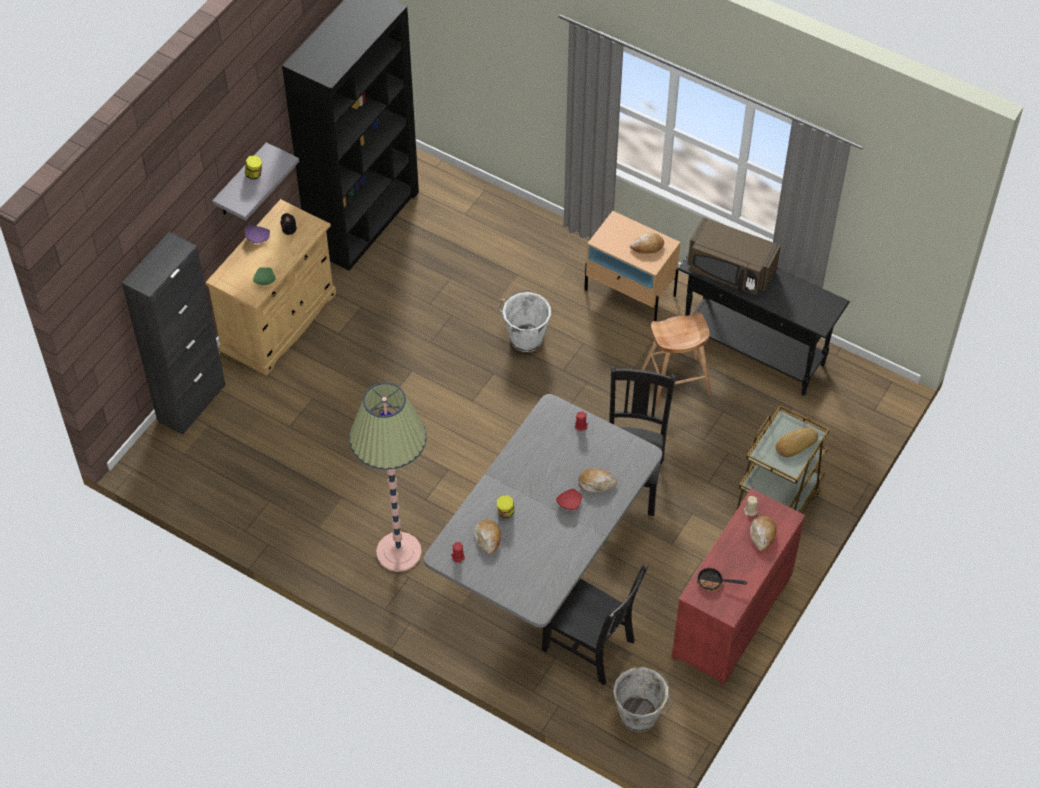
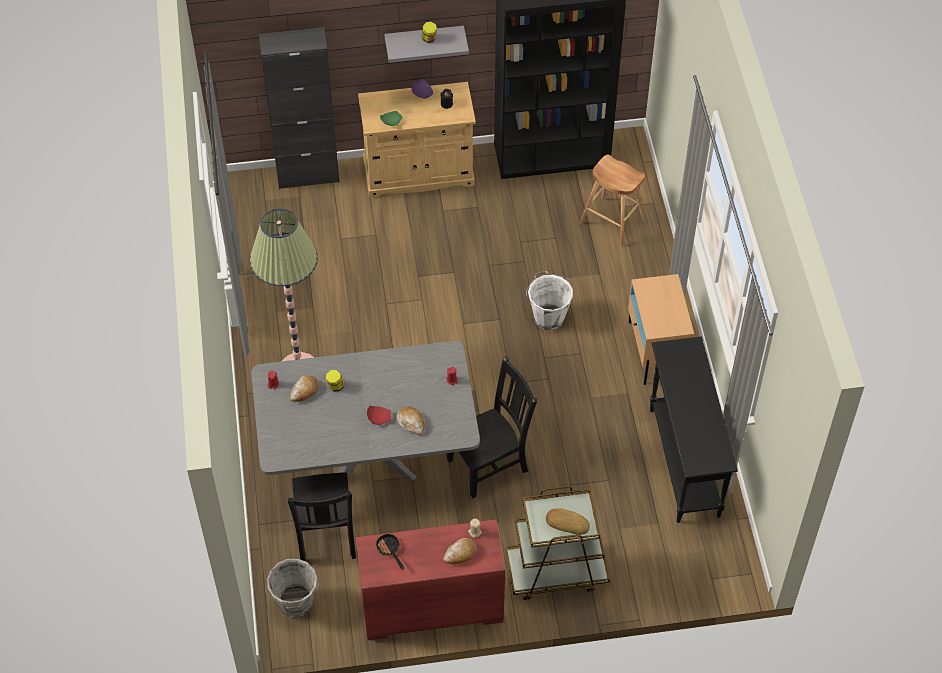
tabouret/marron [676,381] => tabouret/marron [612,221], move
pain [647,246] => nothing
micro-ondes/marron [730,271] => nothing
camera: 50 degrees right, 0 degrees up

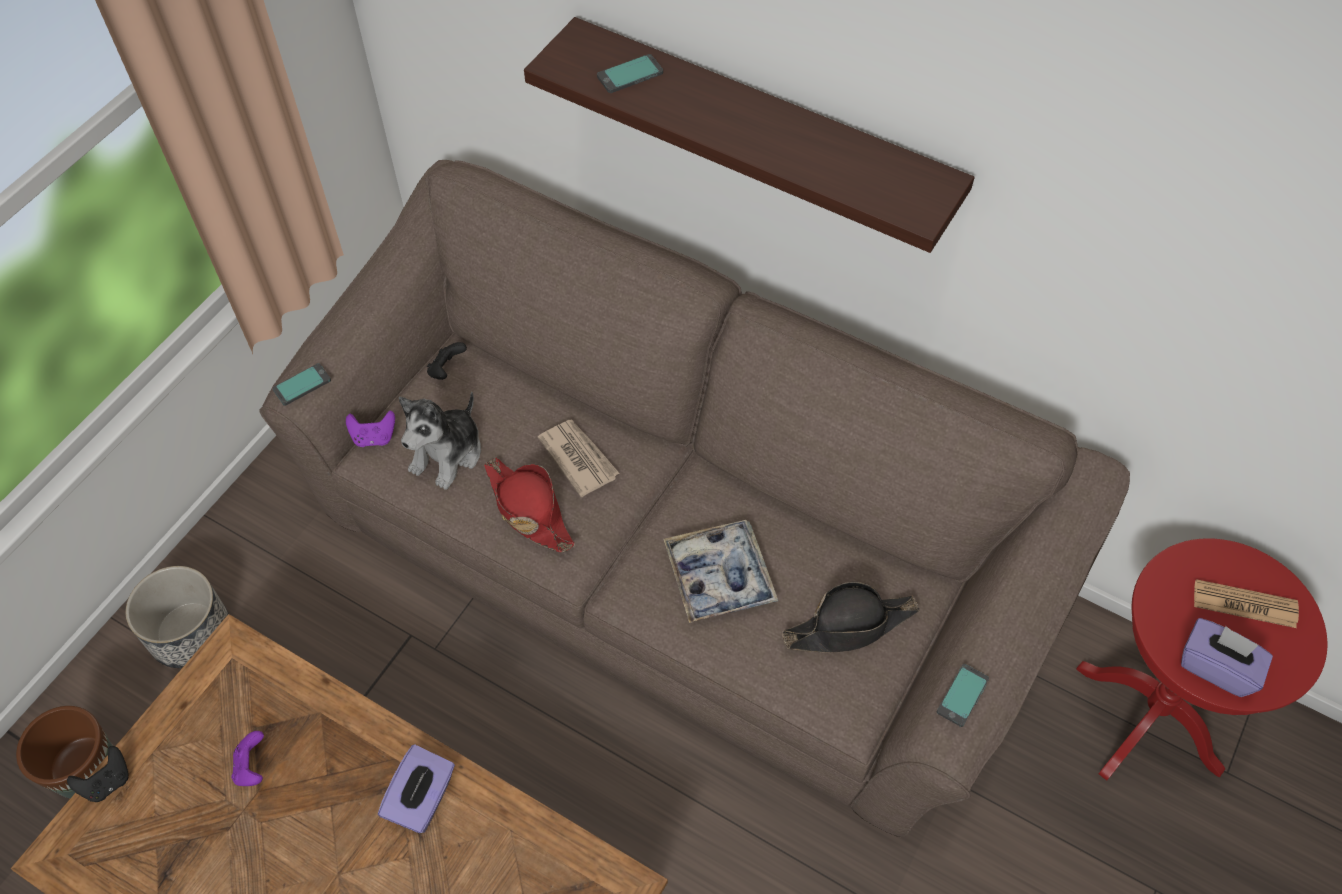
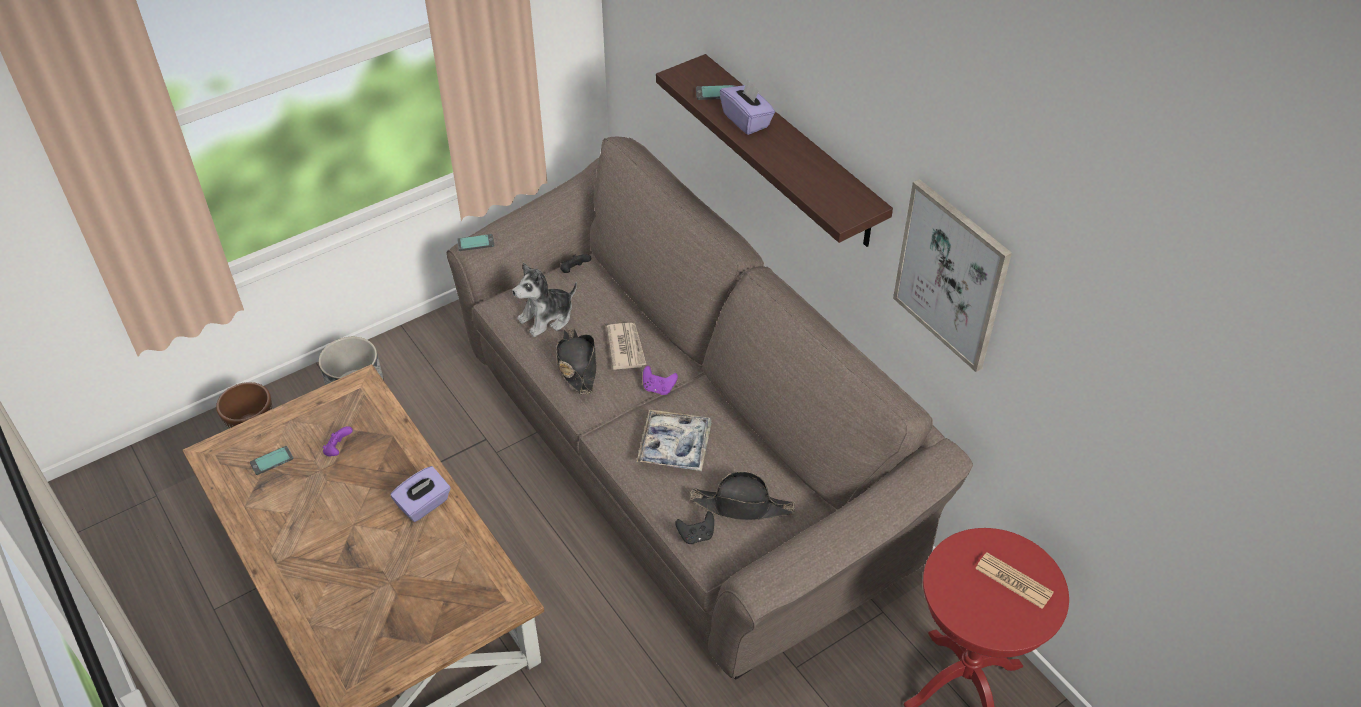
téléphone [962,696] => téléphone [272,461], move
chapeau/rouge [528,509] => chapeau/noir [577,365]
manette/violet [374,437] => manette/violet [658,388], move
manette/noir [107,782] => manette/noir [696,535], move
boîte à mouchoirs/violet [1216,667] => boîte à mouchoirs/violet [746,120], move
nothing => tableau [951,275]
camera: 25 degrees right, 10 degrees down

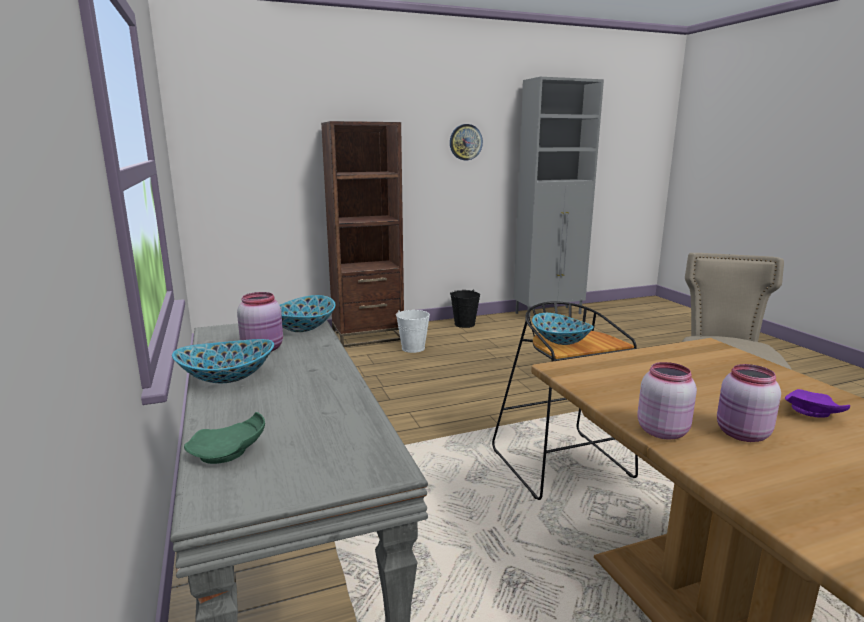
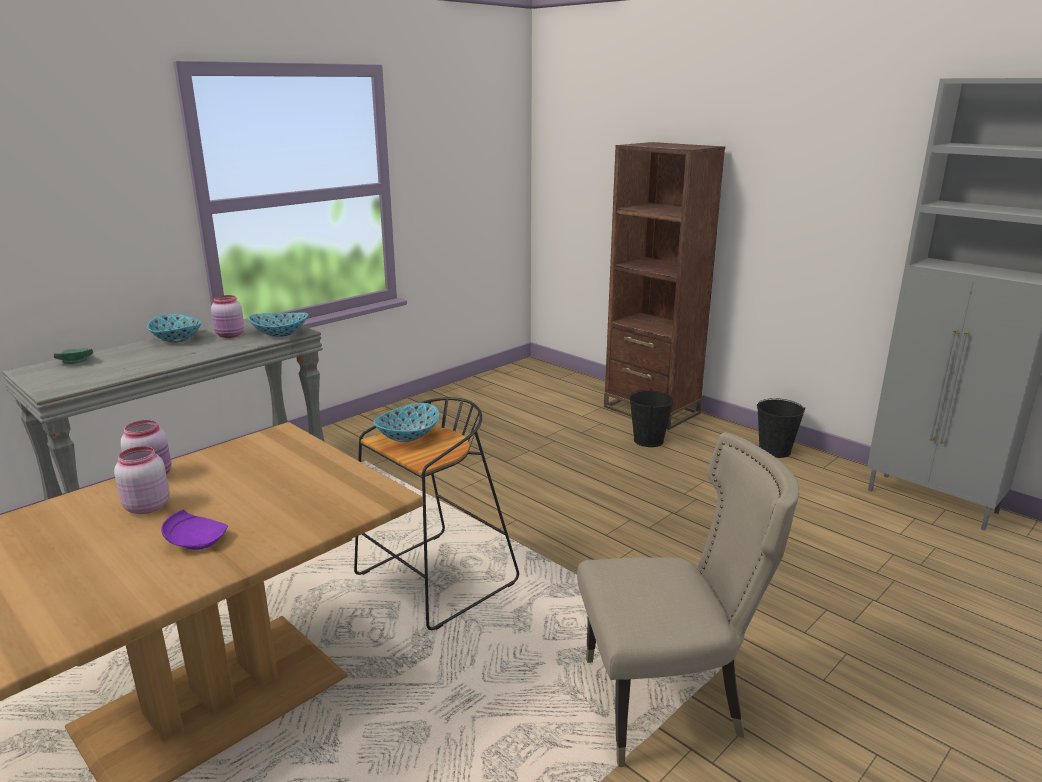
seau/blanc [413,348] => seau/noir [648,440]
horloge murale [465,142] => nothing
camera: 65 degrees right, 5 degrees up

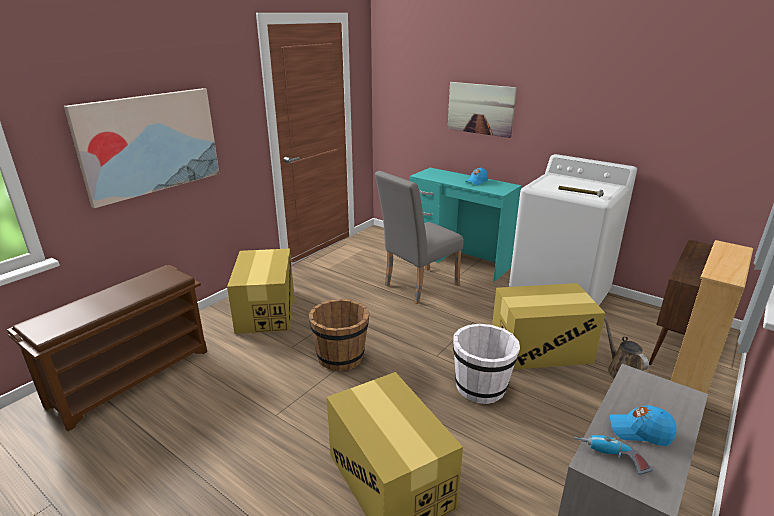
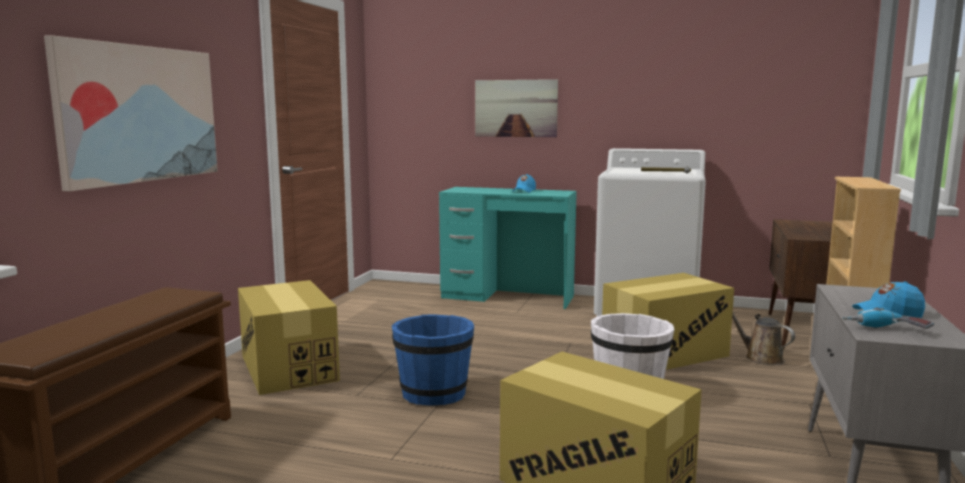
seau/marron [341,357] => seau/bleu [433,393]
chaise/gris [417,286] => nothing
camera: 20 degrees left, 15 degrees down

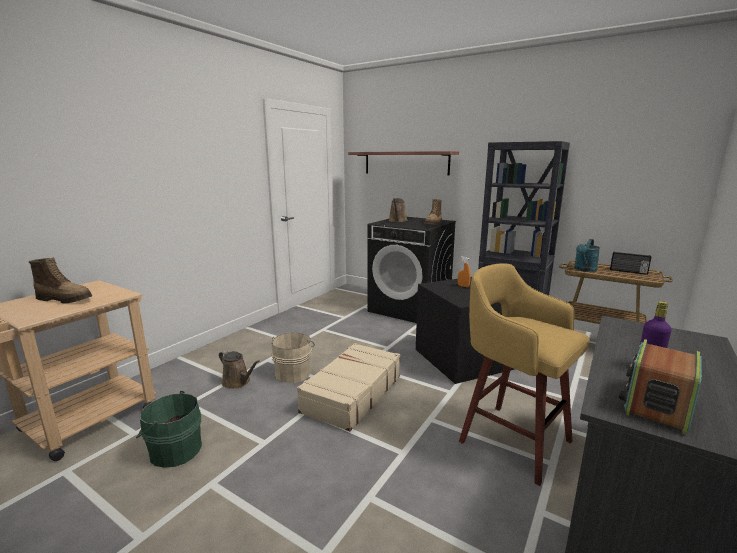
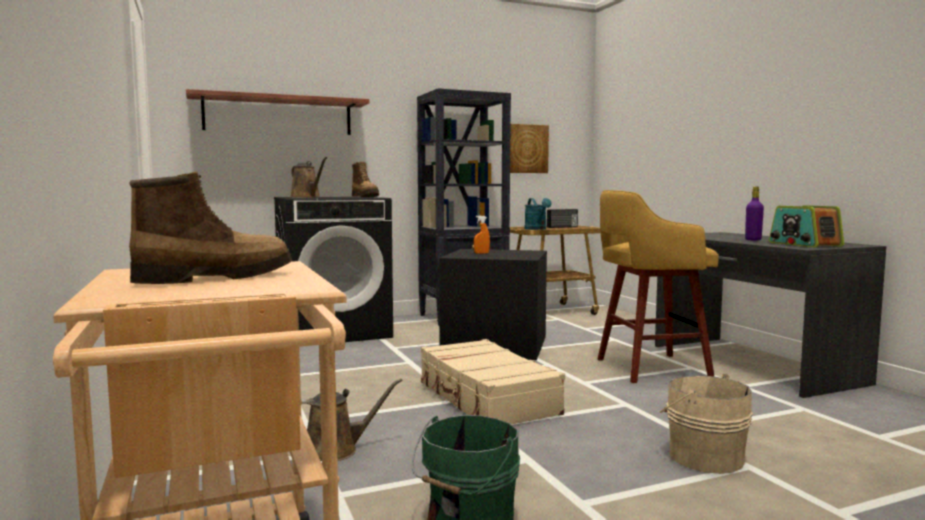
nothing => tableau [525,149]
seau/beige [294,372] => seau/beige [703,456], move
camera: 55 degrees left, 10 degrees down

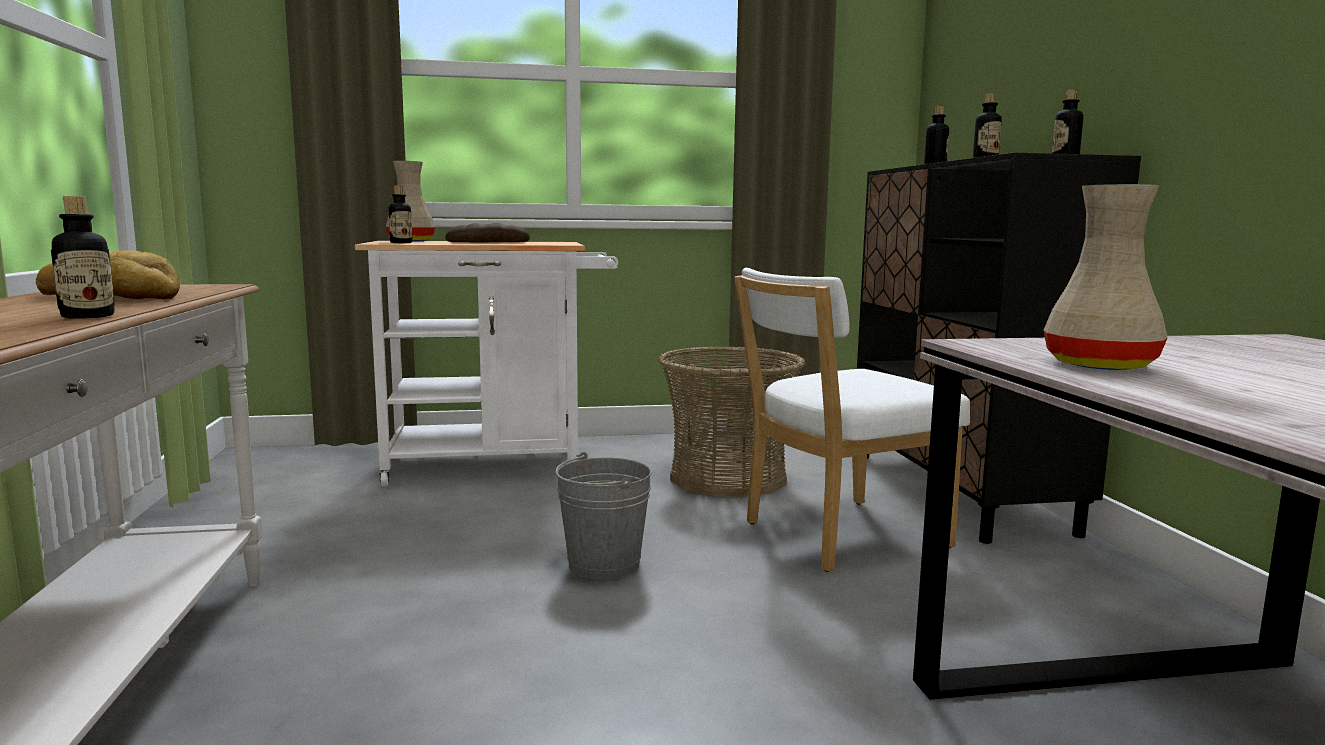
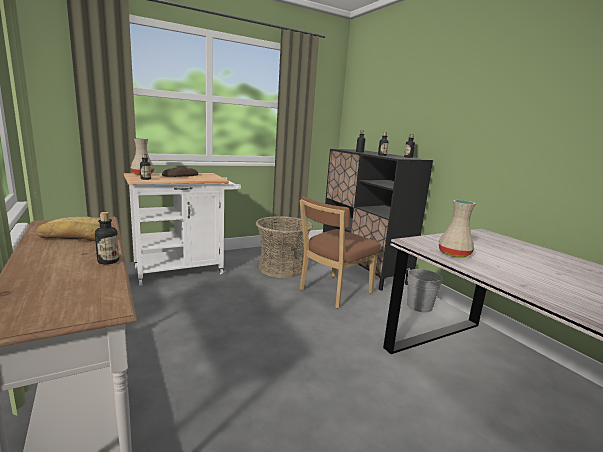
chaise/blanc [836,536] => chaise/marron [333,292]
seau/gris [604,564] => seau/gris [419,306], move
camera: 20 degrees left, 5 degrees up

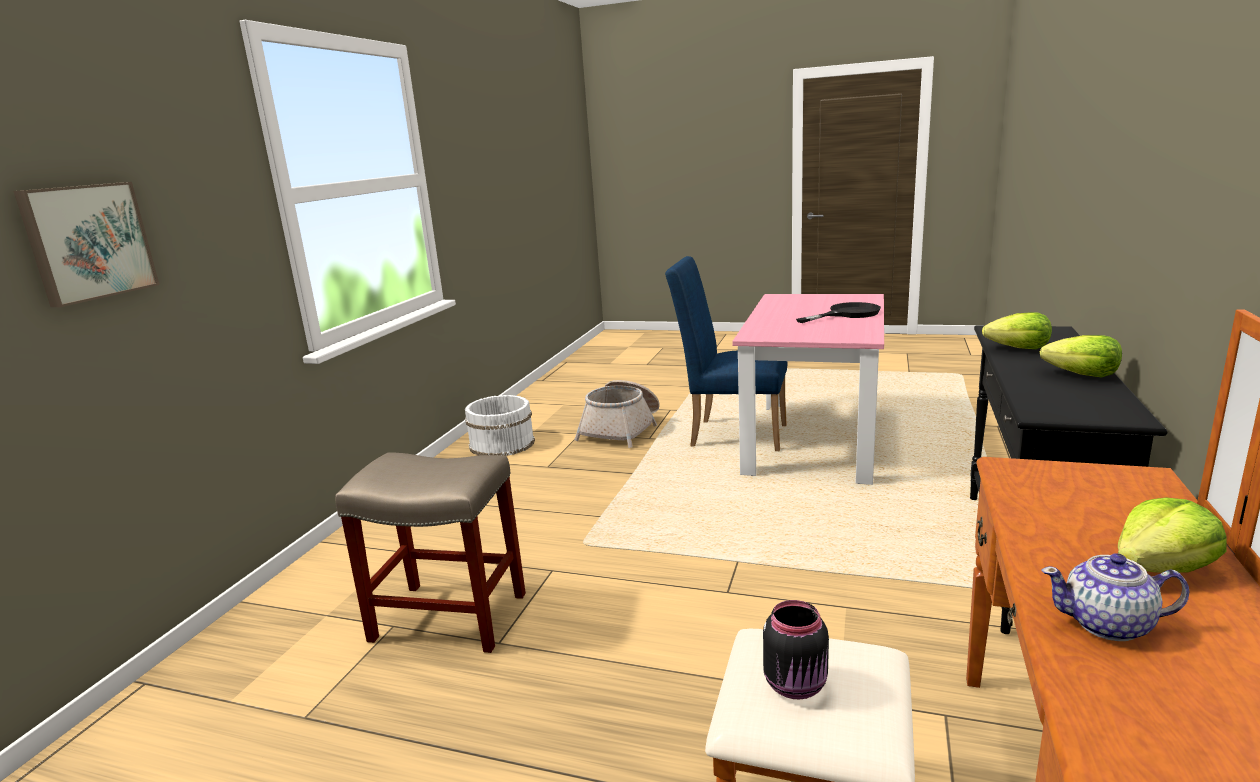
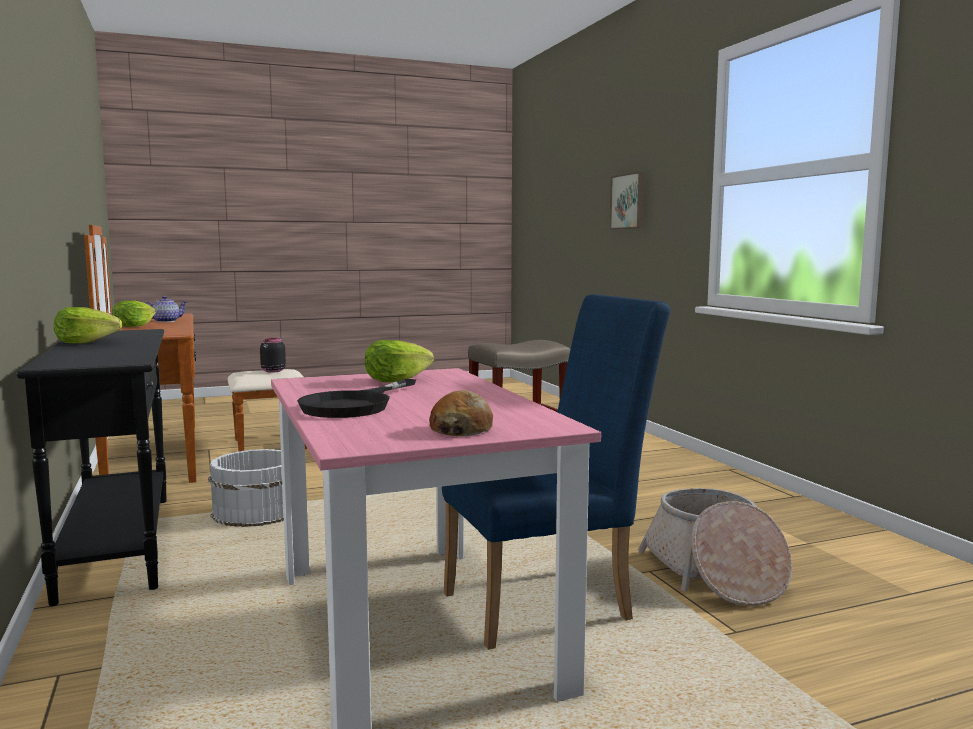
seau/blanc [501,444] => seau/blanc [257,512], move
laitue [1018,348] => laitue [396,380], move
nothing => pain [461,429]
camera: 140 degrees right, 10 degrees down

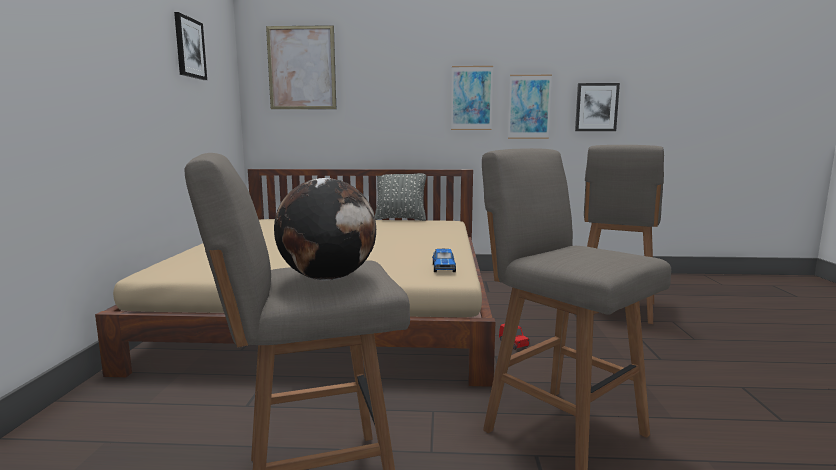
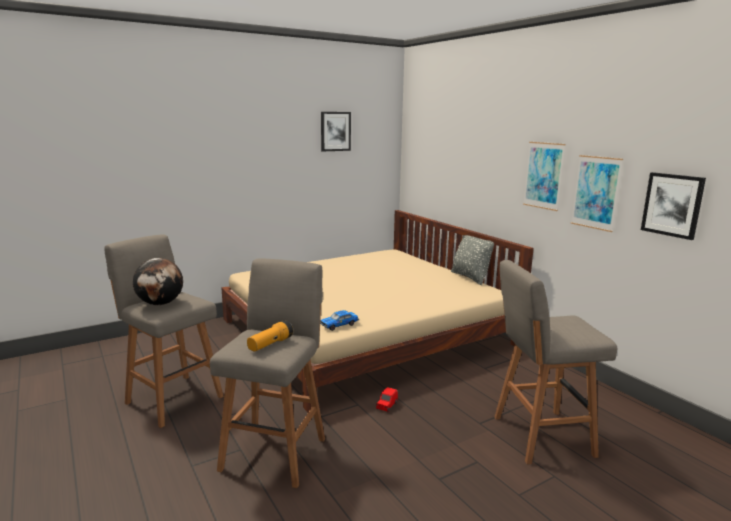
nothing => lampe de poche [270,344]
tableau [301,68] => nothing
camera: 55 degrees right, 5 degrees up

